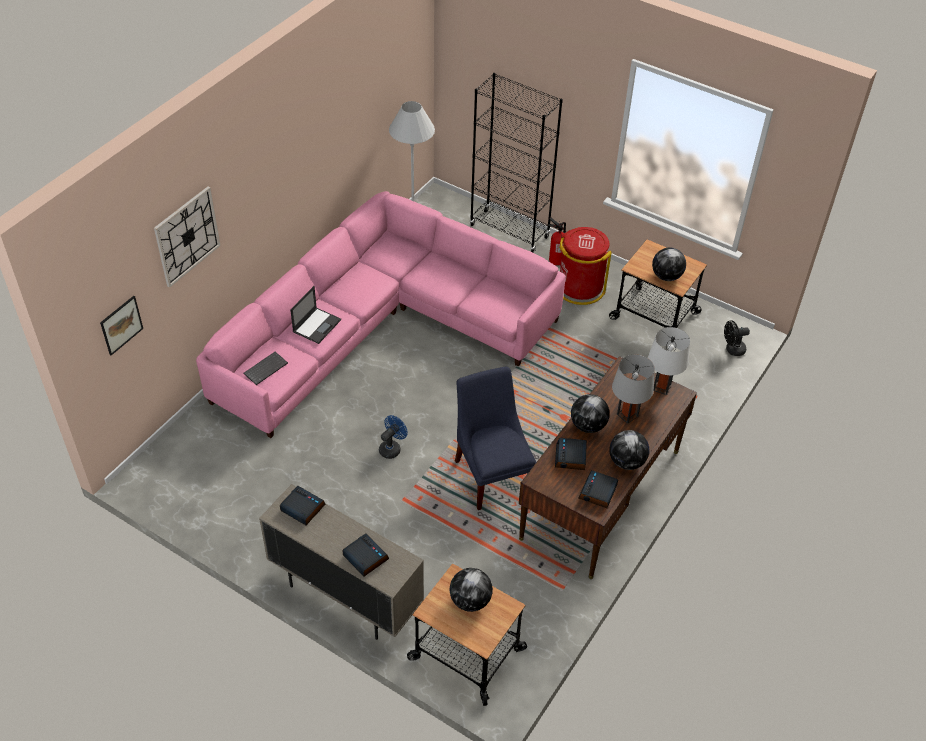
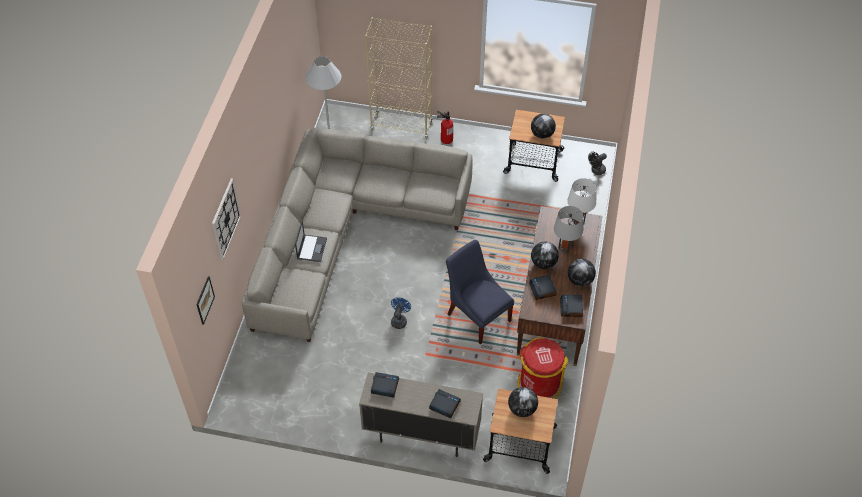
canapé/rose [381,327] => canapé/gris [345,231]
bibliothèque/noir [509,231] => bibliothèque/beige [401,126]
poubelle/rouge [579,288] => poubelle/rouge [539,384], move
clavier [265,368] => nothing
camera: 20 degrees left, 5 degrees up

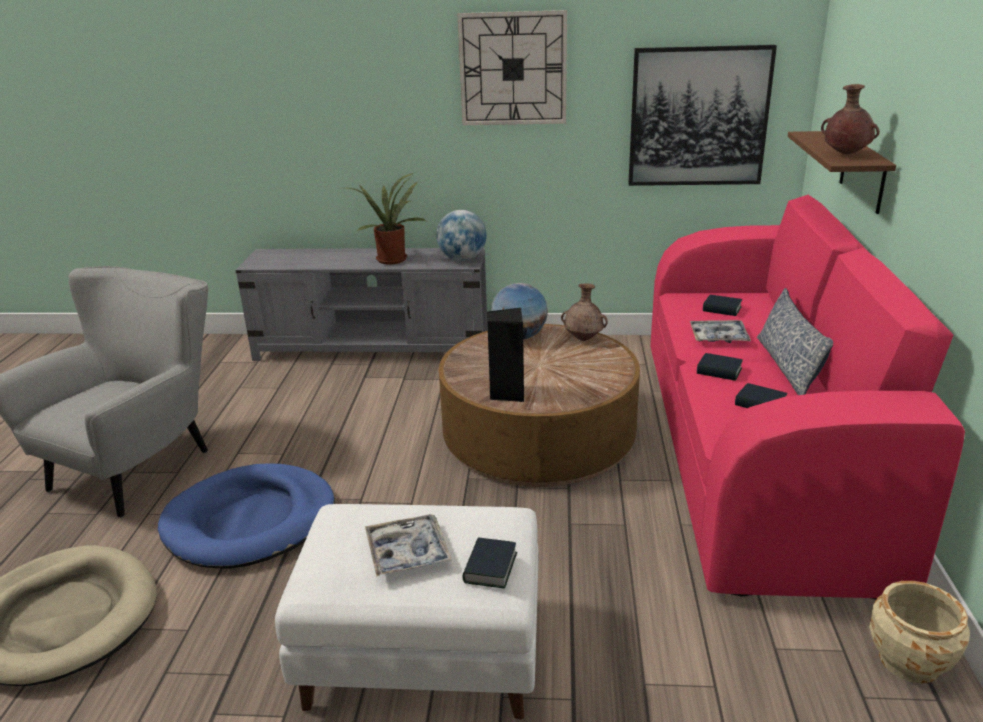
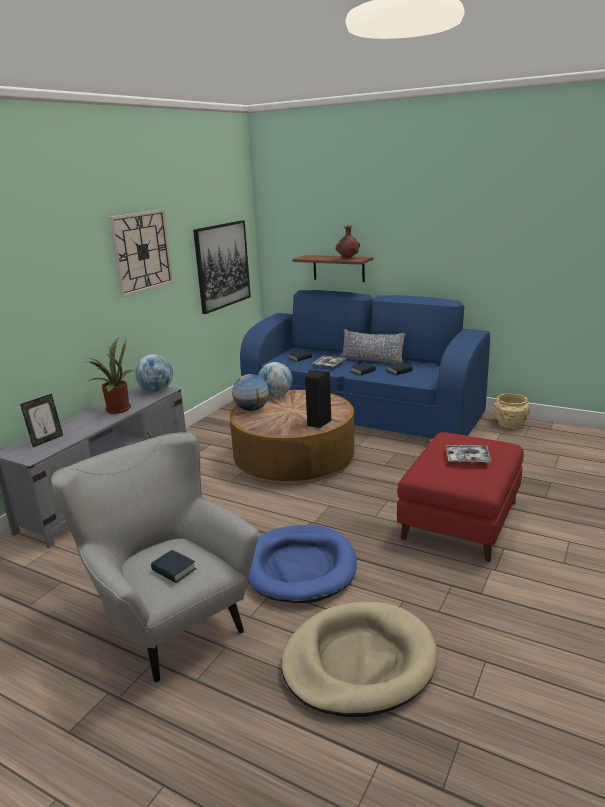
nothing => cadre photo [46,440]
livre [490,568] => livre [174,570], move
canapé/rose [754,449] => canapé/bleu [361,412]
vase/marron [584,339] => globe [276,395]
pouf/blanc [426,650] => pouf/rouge [460,520]
camera: 65 degrees left, 5 degrees down

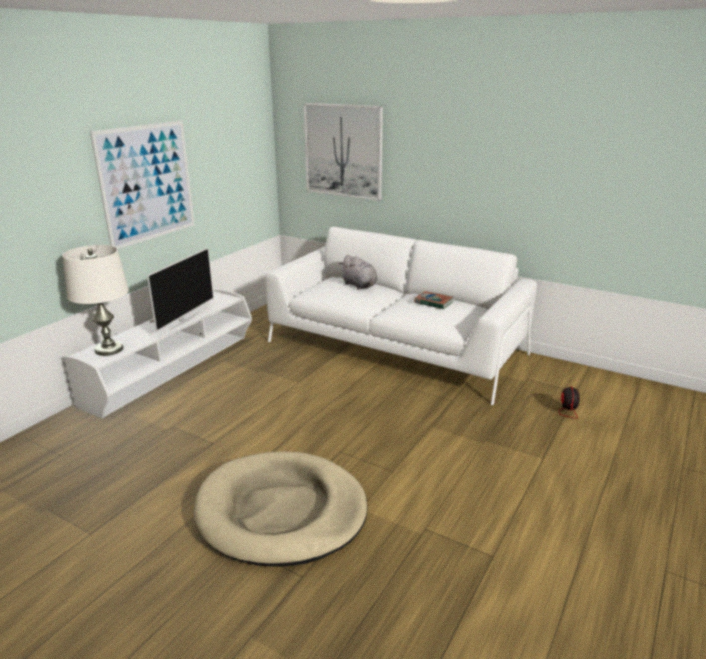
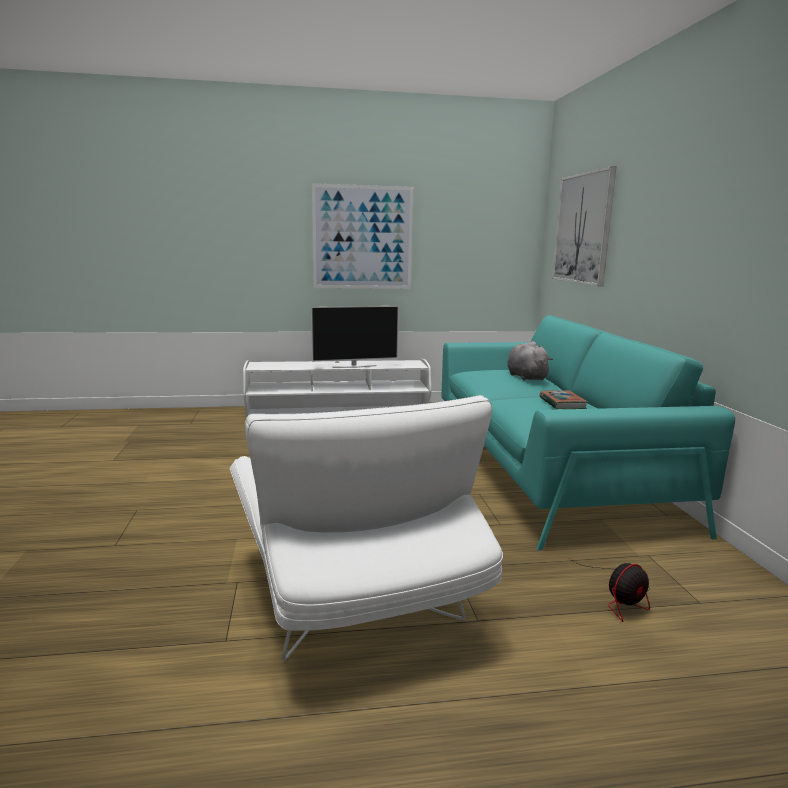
nothing => fauteuil/blanc [355,595]
canapé/blanc [396,347] => canapé/turquoise [545,466]
peluche/gris [359,286] => peluche/gris [525,377], 150 degrees clockwise
lampe de table/blanc [109,349] => nothing
panier pour chien/beige [281,512] => nothing
camera: 50 degrees right, 10 degrees down

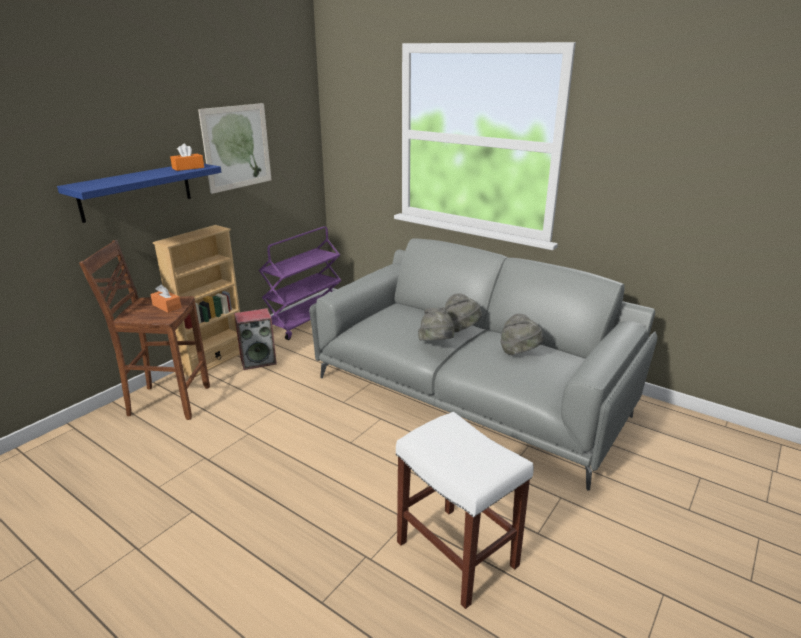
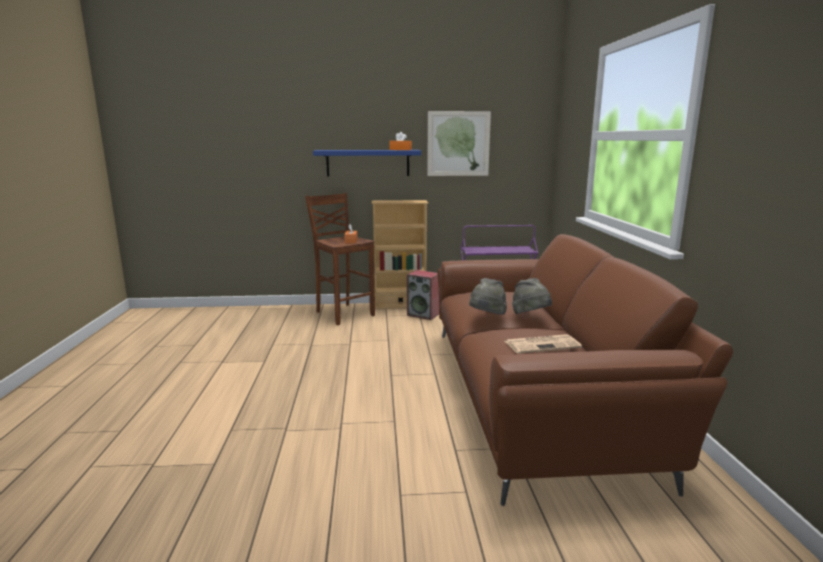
canapé/gris [471,393] => canapé/marron [535,394]
chapeau/gris [519,352] => journal [542,344]
tabouret/blanc [458,554] => nothing
camera: 50 degrees right, 10 degrees down

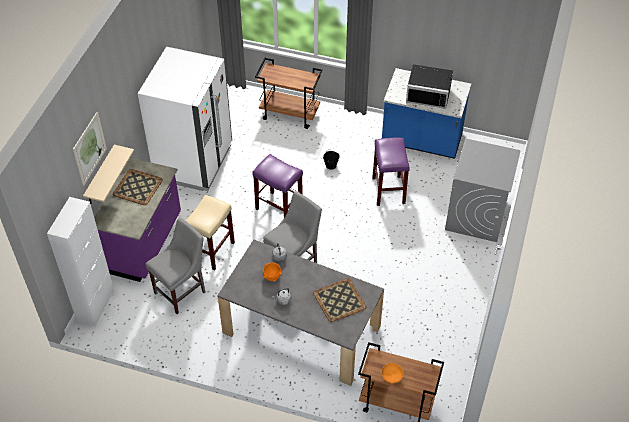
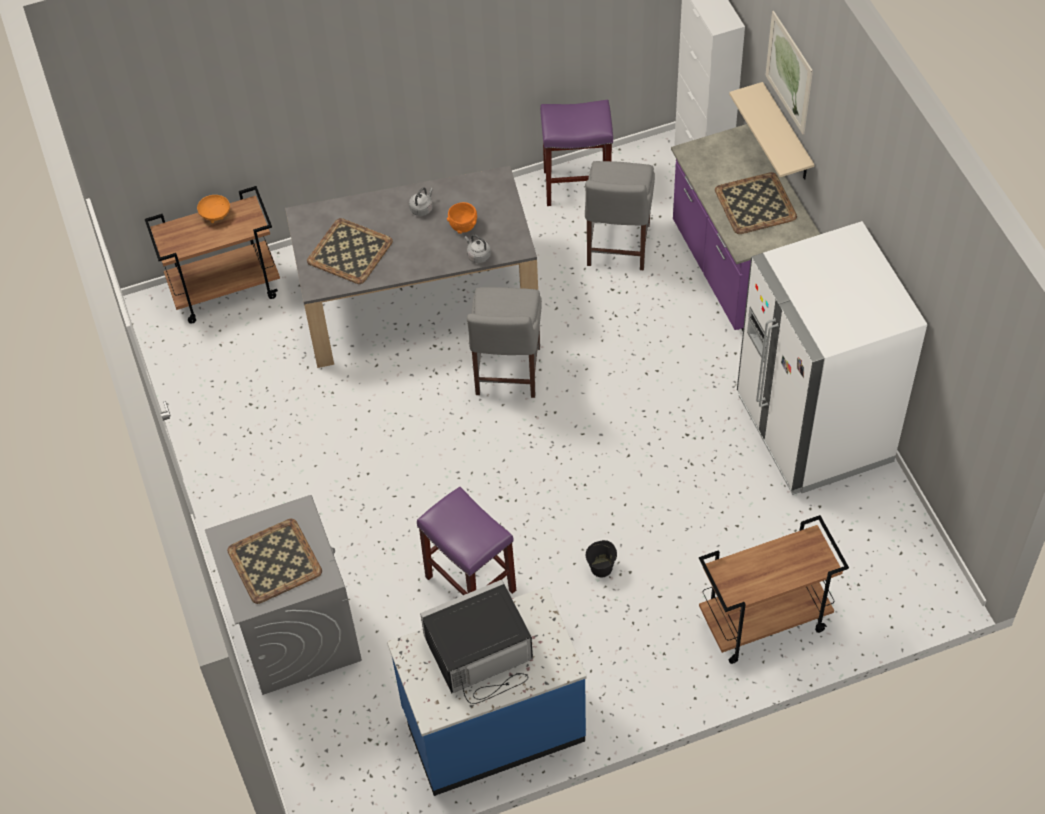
nothing => plateau [273,561]
tabouret/violet [279,208] => tabouret/violet [576,186], move
tabouret/beige [212,250] => nothing
camera: 145 degrees right, 5 degrees up

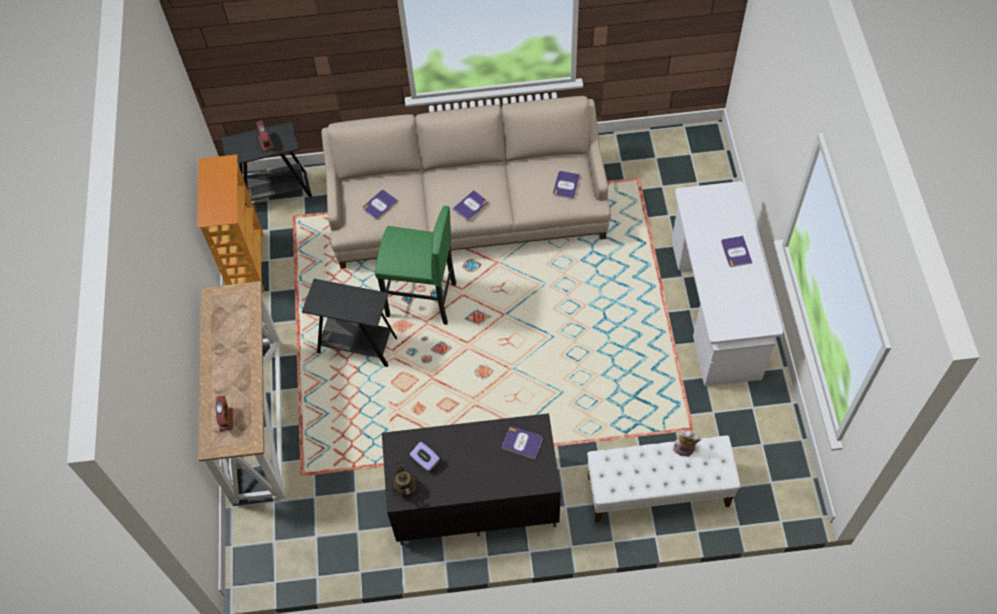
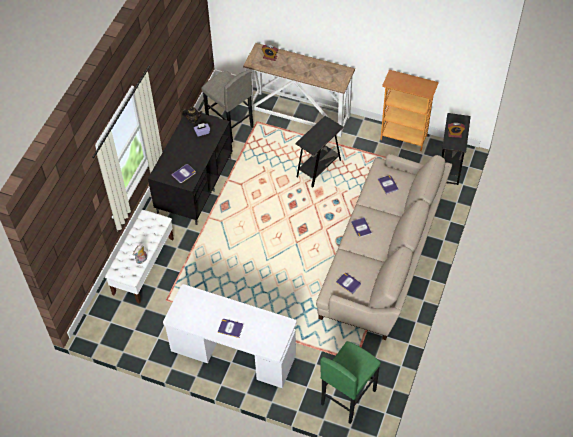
nothing => tabouret/gris [230,124]
tabouret/vert [421,300] => tabouret/vert [347,397], move
camera: 115 degrees right, 5 degrees down

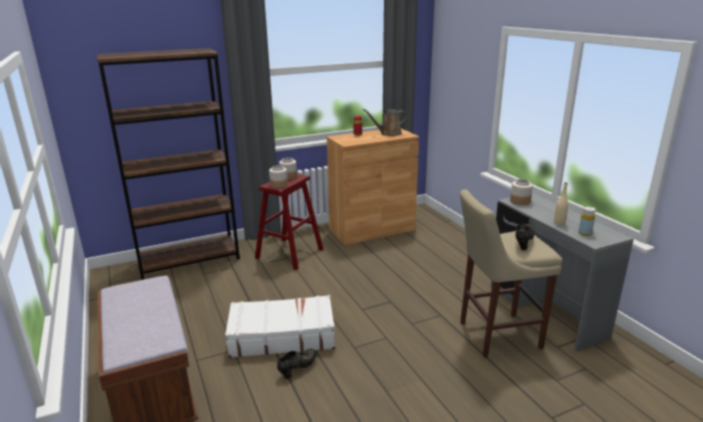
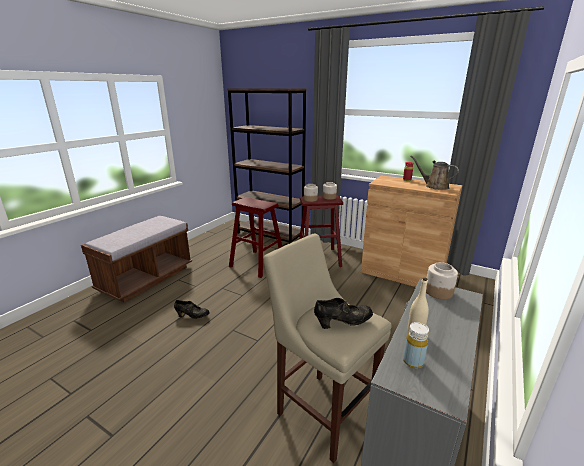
nothing => tabouret/rouge [257,263]
valise/blanc [282,336] => nothing
camera: 55 degrees right, 0 degrees up

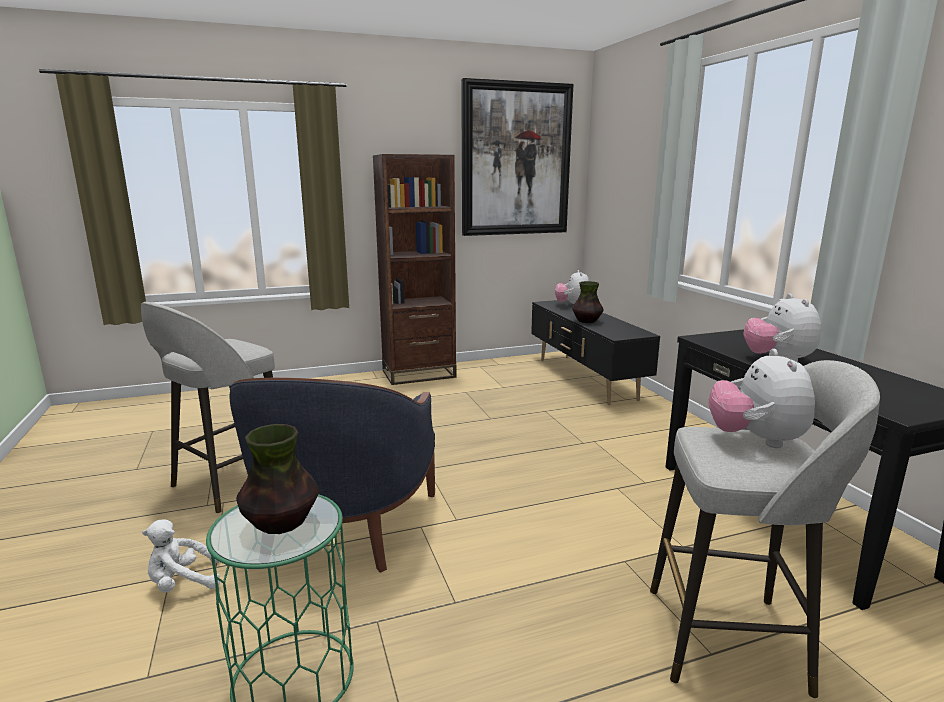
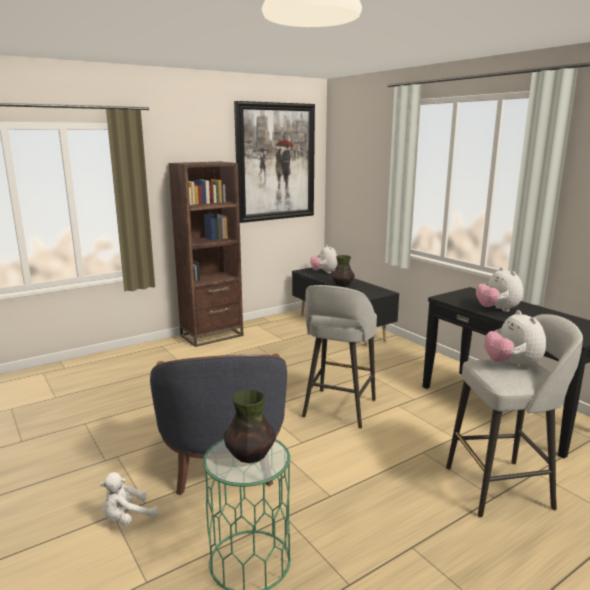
tabouret/gris [229,483] => tabouret/gris [338,409], move
camera: 15 degrees left, 0 degrees up

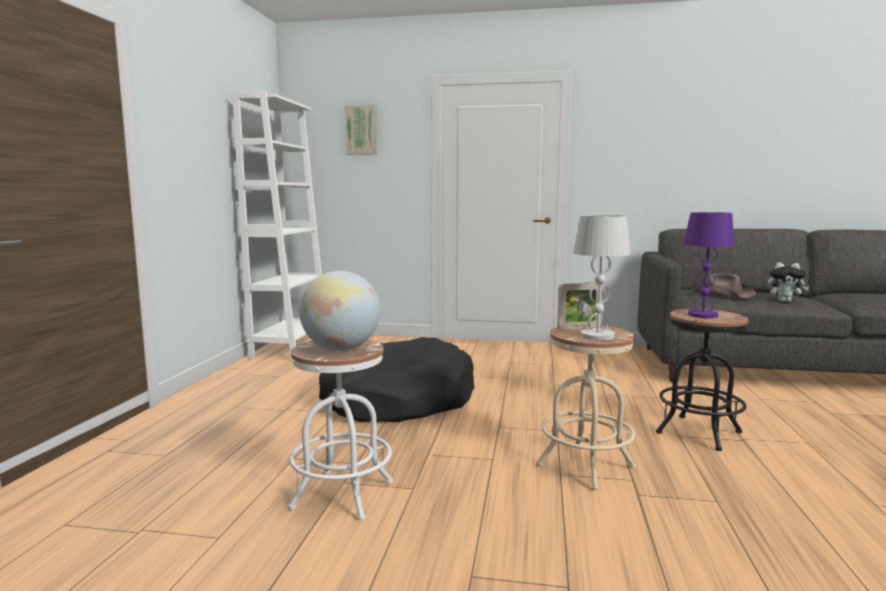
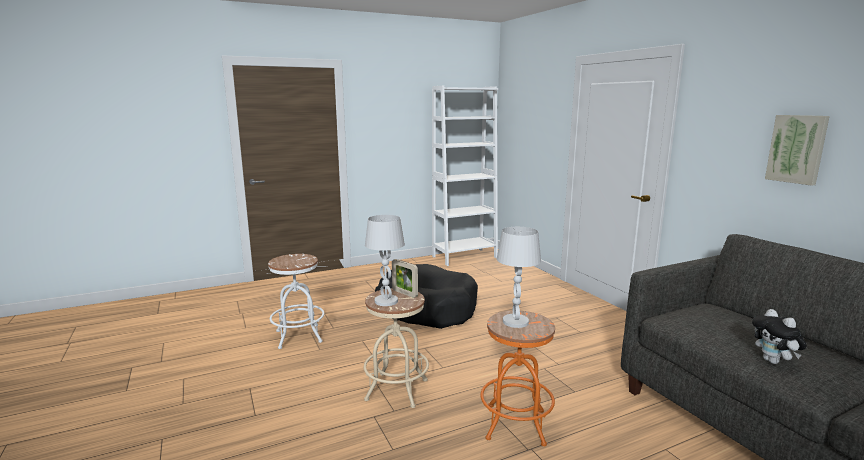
tabouret/noir [698,432] => tabouret/orange [515,424]
lampe de table/violet [703,315] => lampe de table/blanc [515,322]
tableau [361,130] => tableau [797,149], move
globe [341,349] => nothing
chapeau/marron [722,294] => nothing
camera: 55 degrees right, 5 degrees up

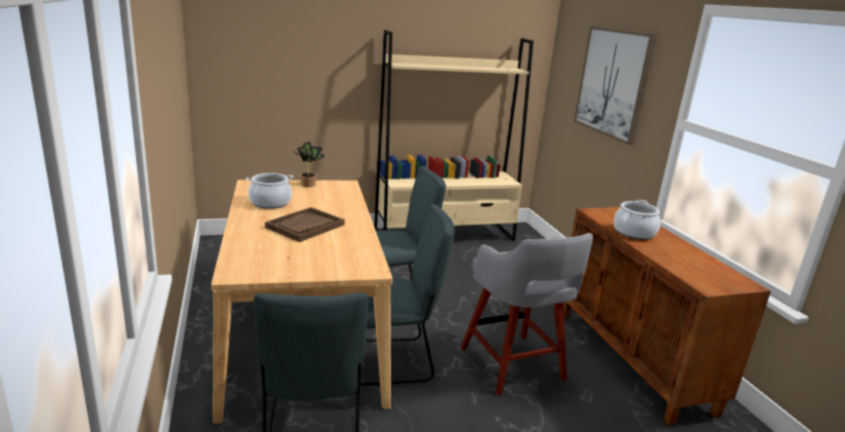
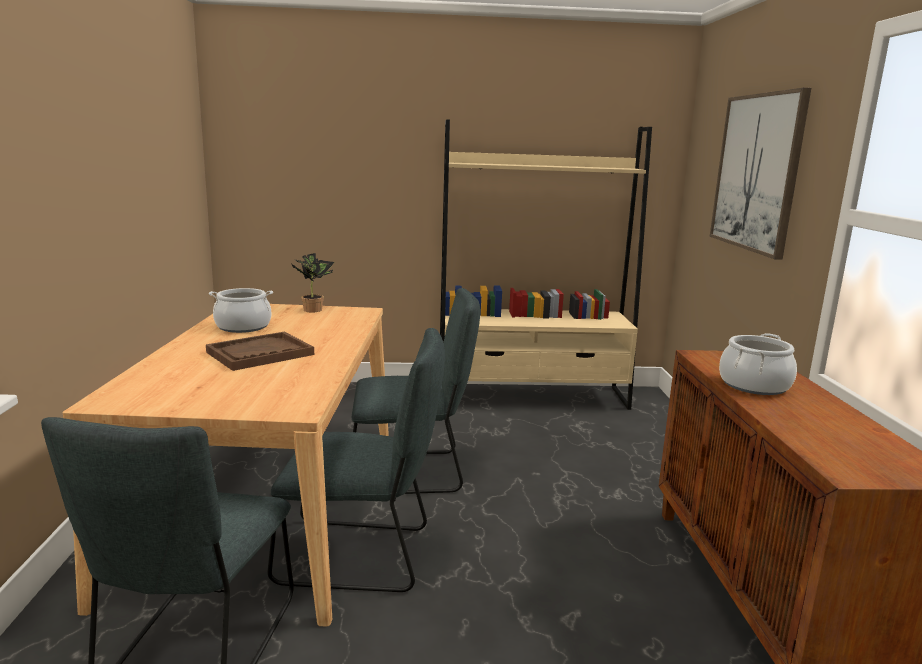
tabouret/gris [513,365] => nothing
camera: 15 degrees right, 5 degrees down

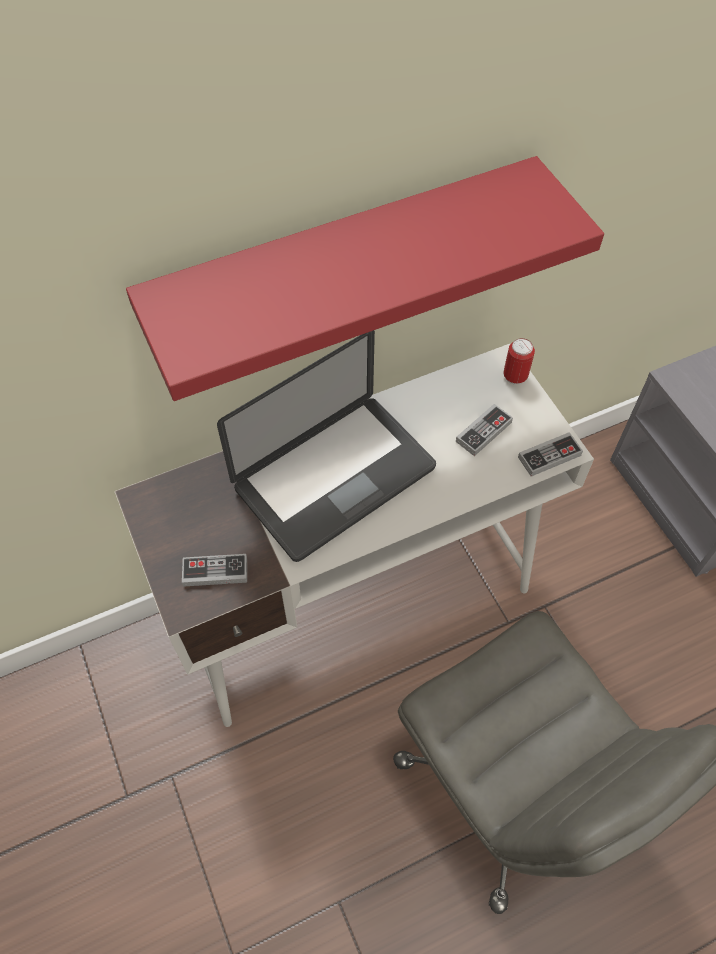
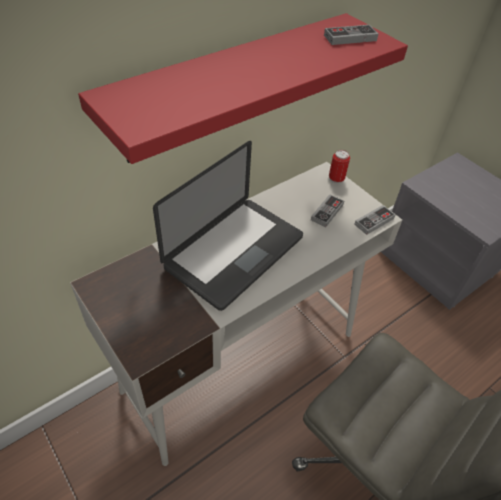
manette [215,572] => manette [350,38], move
camera: 15 degrees left, 10 degrees down

